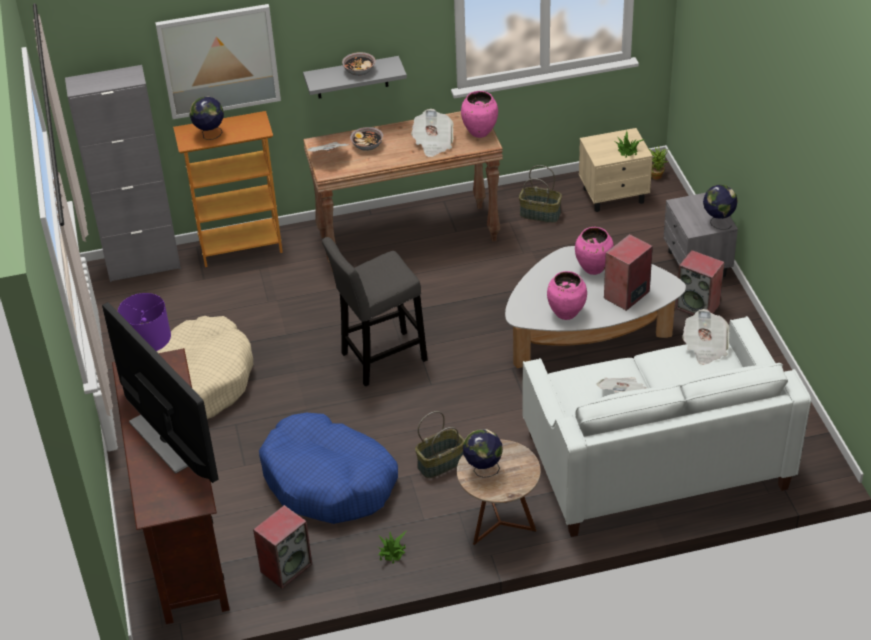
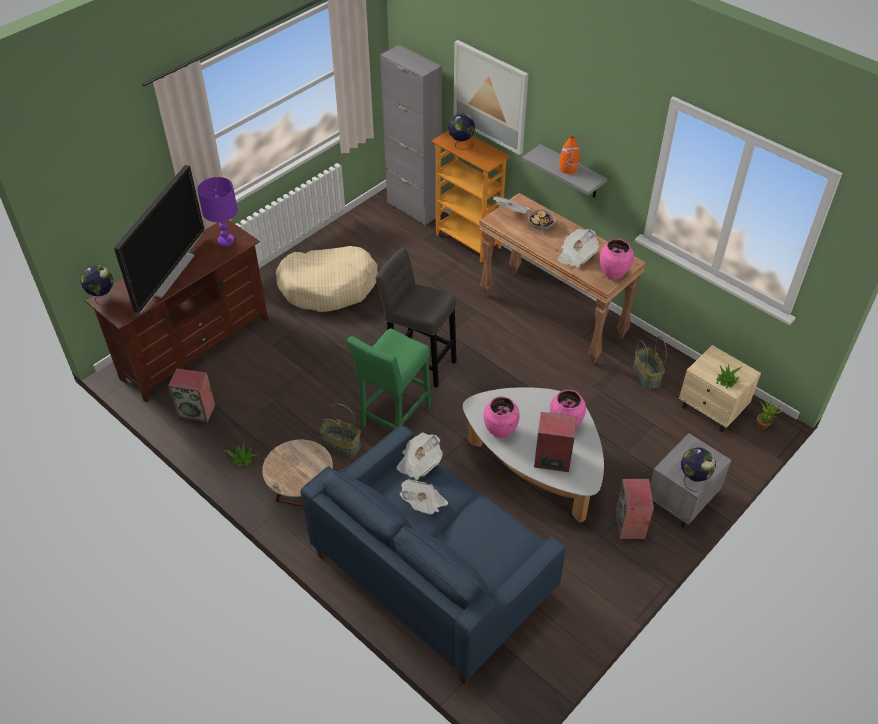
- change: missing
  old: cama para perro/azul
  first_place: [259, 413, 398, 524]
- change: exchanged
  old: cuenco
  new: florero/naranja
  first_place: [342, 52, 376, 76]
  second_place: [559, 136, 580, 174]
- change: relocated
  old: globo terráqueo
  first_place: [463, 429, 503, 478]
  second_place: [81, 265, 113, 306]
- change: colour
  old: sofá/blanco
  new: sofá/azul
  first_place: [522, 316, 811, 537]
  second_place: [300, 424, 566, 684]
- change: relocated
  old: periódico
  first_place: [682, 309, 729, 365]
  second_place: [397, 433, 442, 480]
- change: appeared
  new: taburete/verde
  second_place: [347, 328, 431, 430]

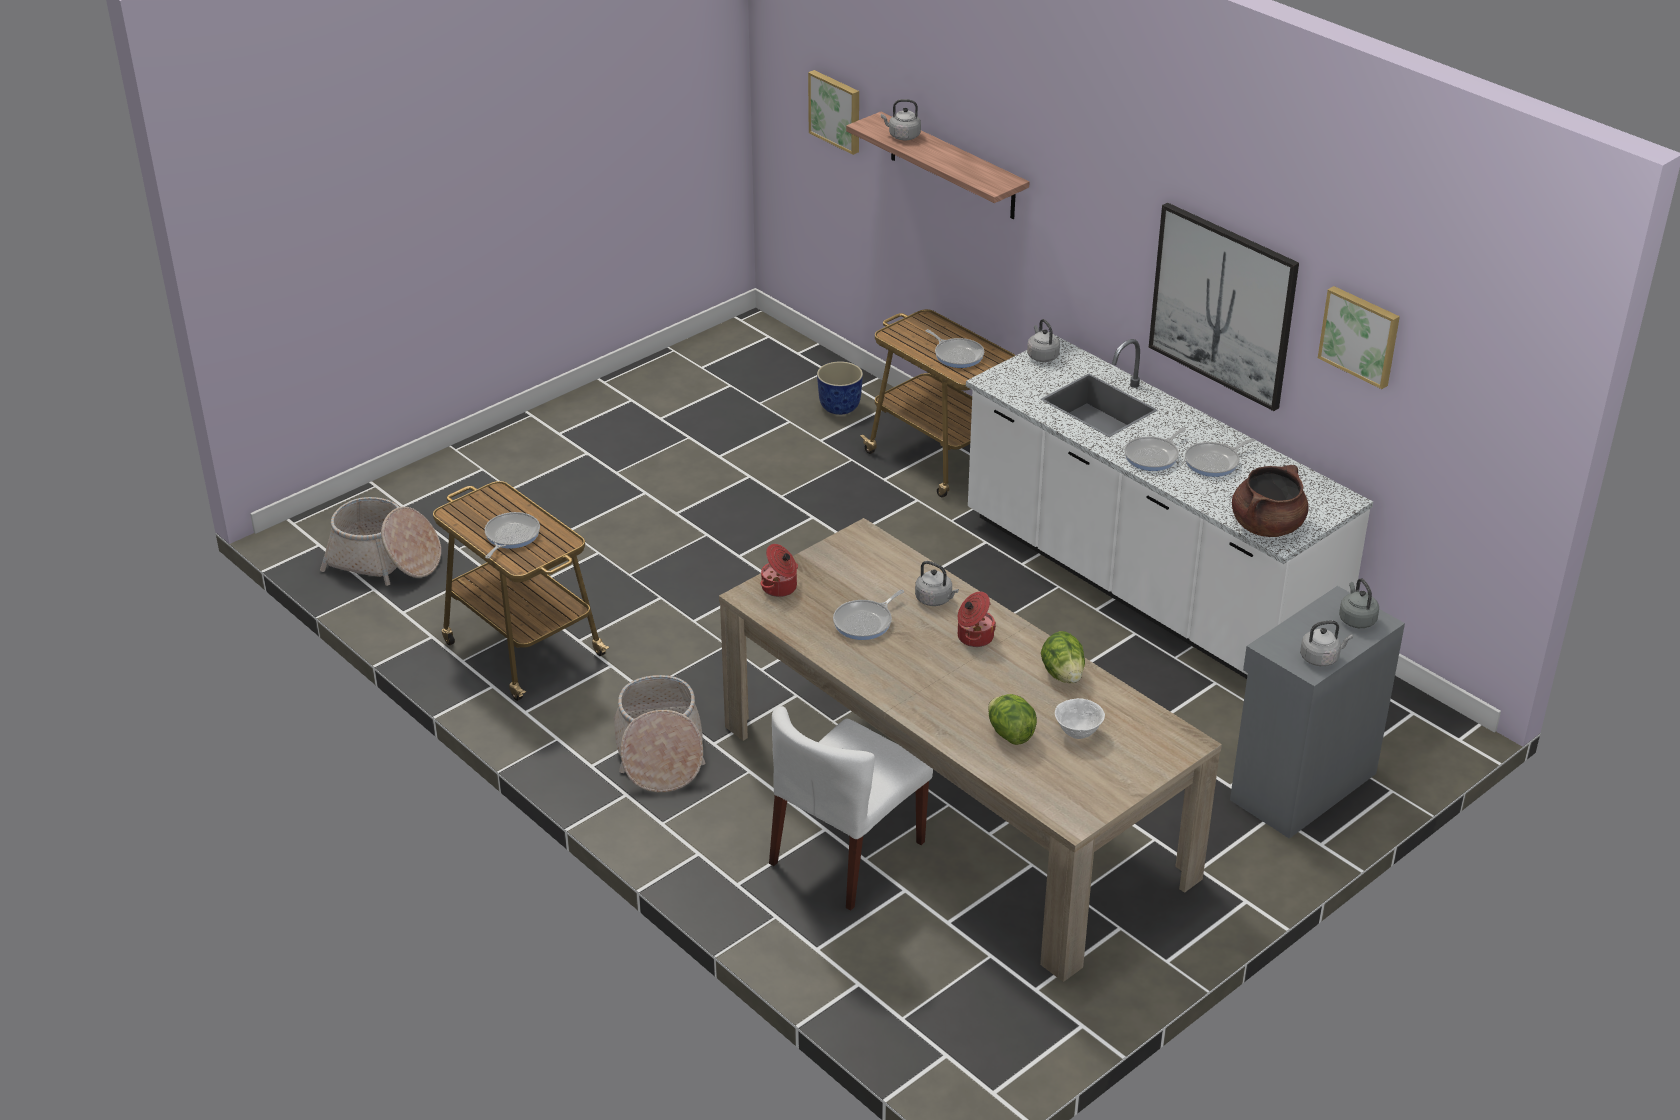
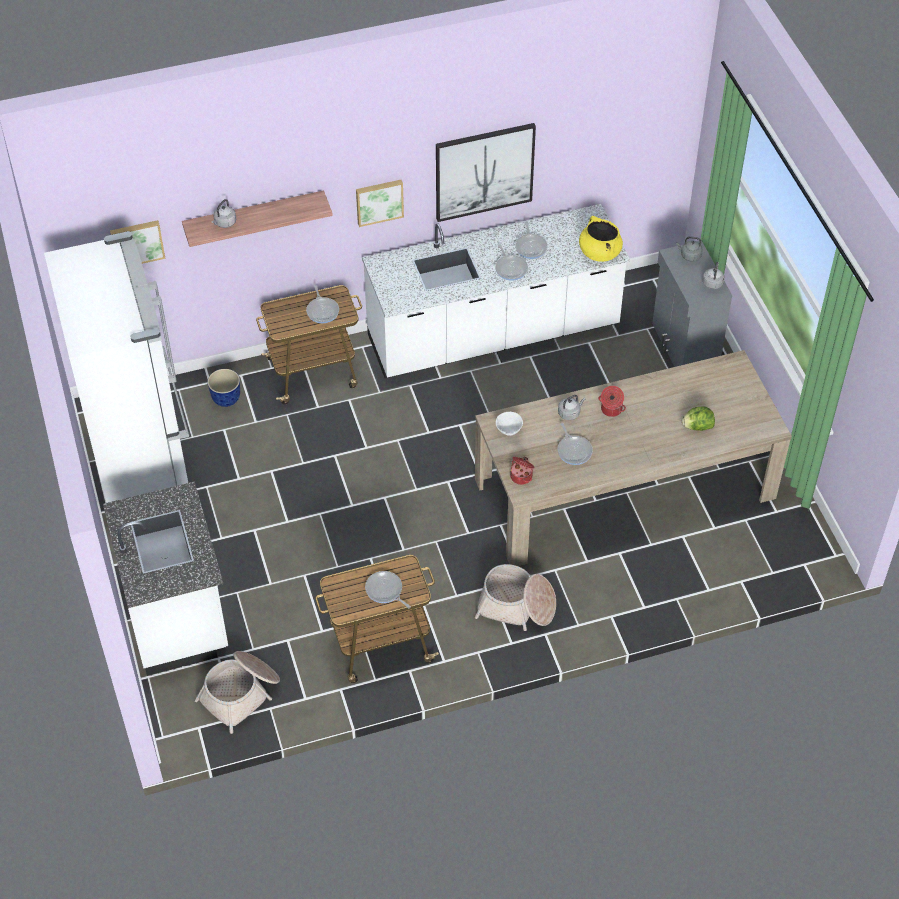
- change: missing
  old: silla/blanco
  first_place: [769, 706, 933, 911]
- change: spun
  old: sartén
  first_place: [925, 329, 984, 368]
  second_place: [306, 285, 339, 323]
  degrees: 90
- change: missing
  old: hervidor/gris
  first_place: [1027, 319, 1060, 362]
- change: missing
  old: lechuga
  first_place: [1041, 631, 1085, 683]
- change: relocated
  old: cuenco/blanco
  first_place: [1055, 698, 1105, 739]
  second_place: [496, 412, 523, 436]
- change: colour
  old: olla/marrón
  new: olla/amarillo
  first_place: [1232, 465, 1309, 537]
  second_place: [579, 216, 623, 262]
- change: relocated
  old: cuadro
  first_place: [1318, 286, 1400, 389]
  second_place: [356, 180, 404, 227]
- change: appeared
  new: nevera/blanco
  second_place: [44, 231, 189, 503]
- change: appeared
  new: mueble bajo de cocina/blanco
  second_place: [103, 481, 228, 676]

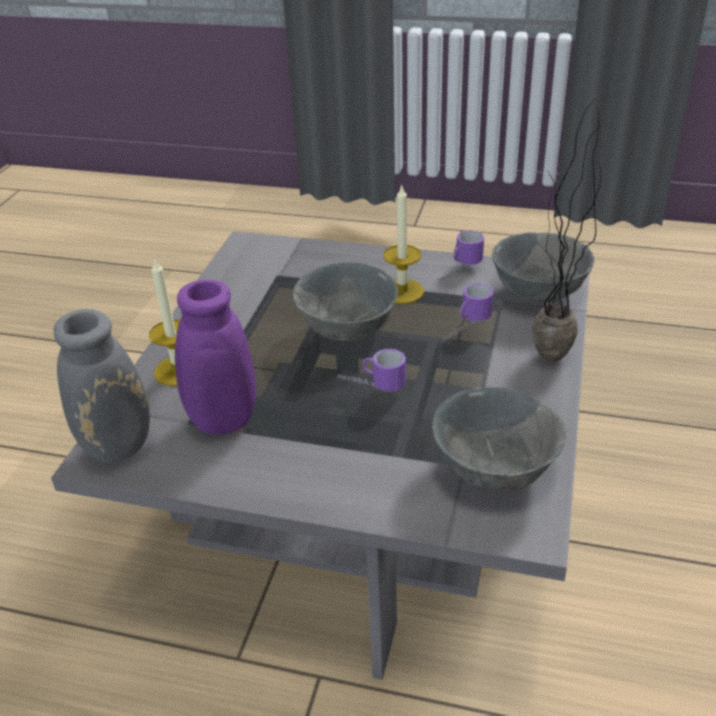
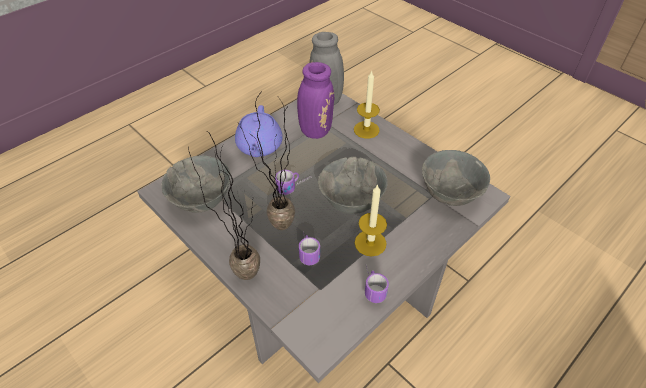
- change: relocated
  old: cuenco/gris
  first_place: [492, 233, 594, 302]
  second_place: [422, 150, 490, 206]
- change: appeared
  new: tetera/morado
  second_place: [235, 105, 283, 157]
- change: appeared
  new: planta en maceta
  second_place: [238, 91, 295, 230]

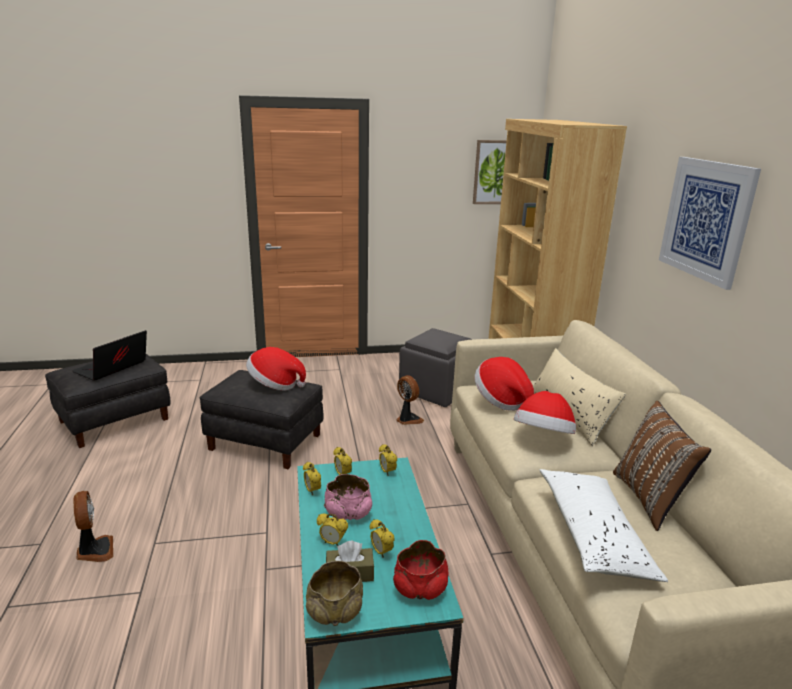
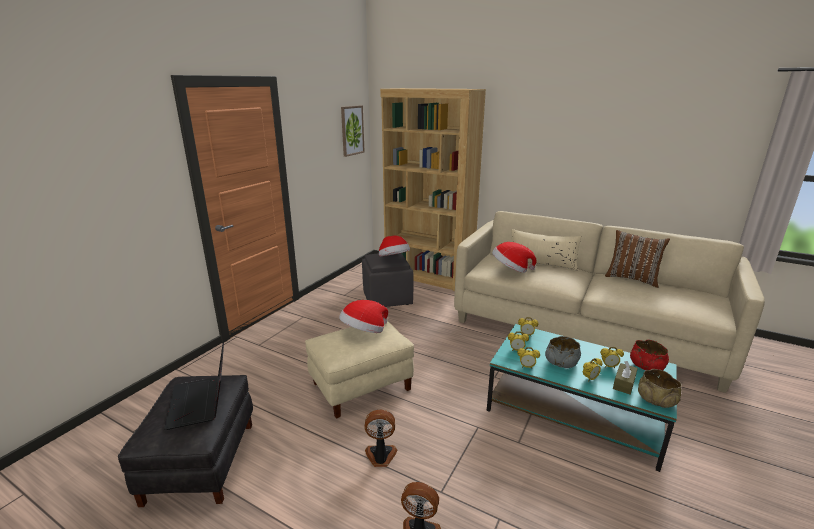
- change: colour
  old: puf/negro
  new: puf/beis
  first_place: [199, 370, 323, 469]
  second_place: [305, 320, 414, 418]
- change: colour
  old: cuenco/rosa
  new: cuenco/gris
  first_place: [324, 474, 372, 520]
  second_place: [545, 336, 581, 368]
- change: relocated
  old: ventilador
  first_place: [396, 375, 424, 425]
  second_place: [364, 410, 397, 467]
- change: relocated
  old: sombrero
  first_place: [514, 391, 576, 434]
  second_place: [379, 235, 410, 257]
- change: missing
  old: cojín/blanco
  first_place: [540, 469, 668, 582]
- change: missing
  old: cuadro
  first_place: [659, 157, 761, 290]

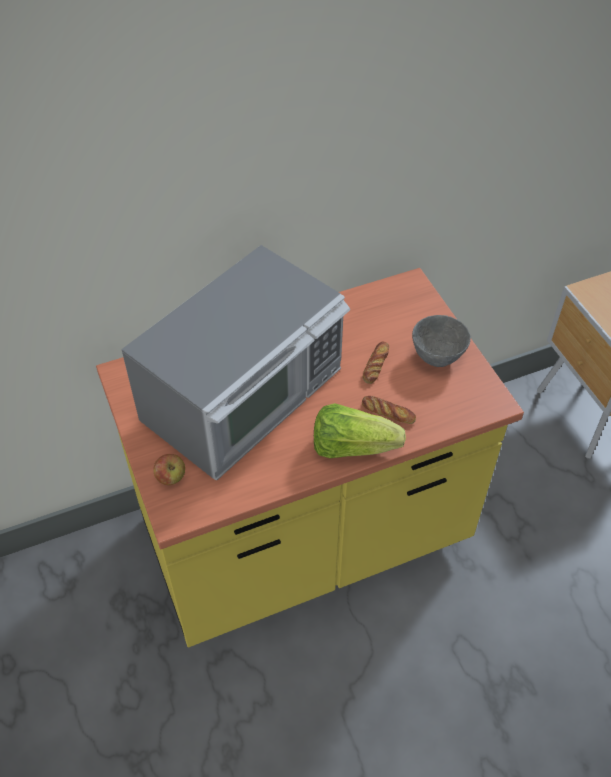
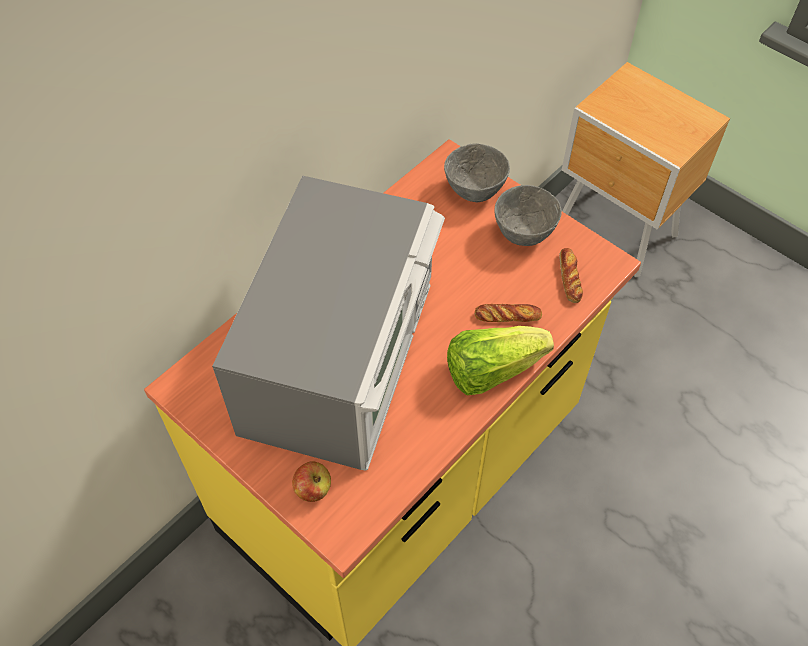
- change: relocated
  old: pan
  first_place: [362, 342, 389, 384]
  second_place: [559, 248, 583, 303]
- change: appeared
  new: cuenco/gris
  second_place: [444, 143, 510, 202]

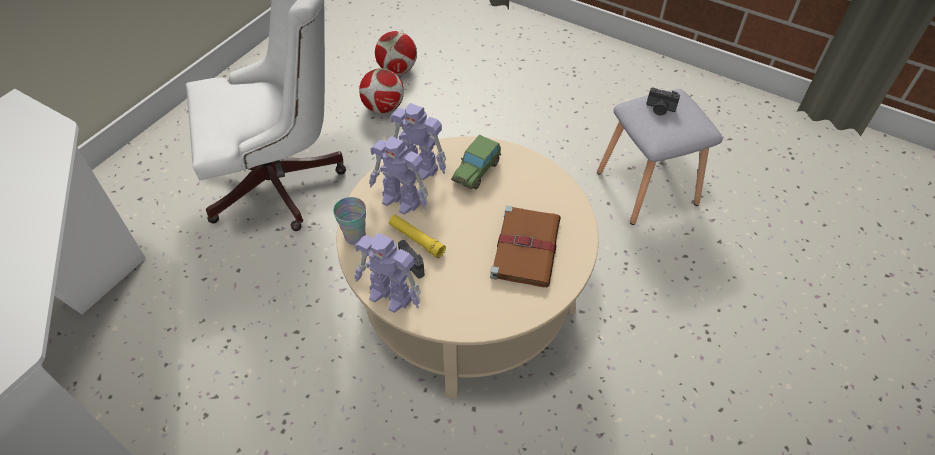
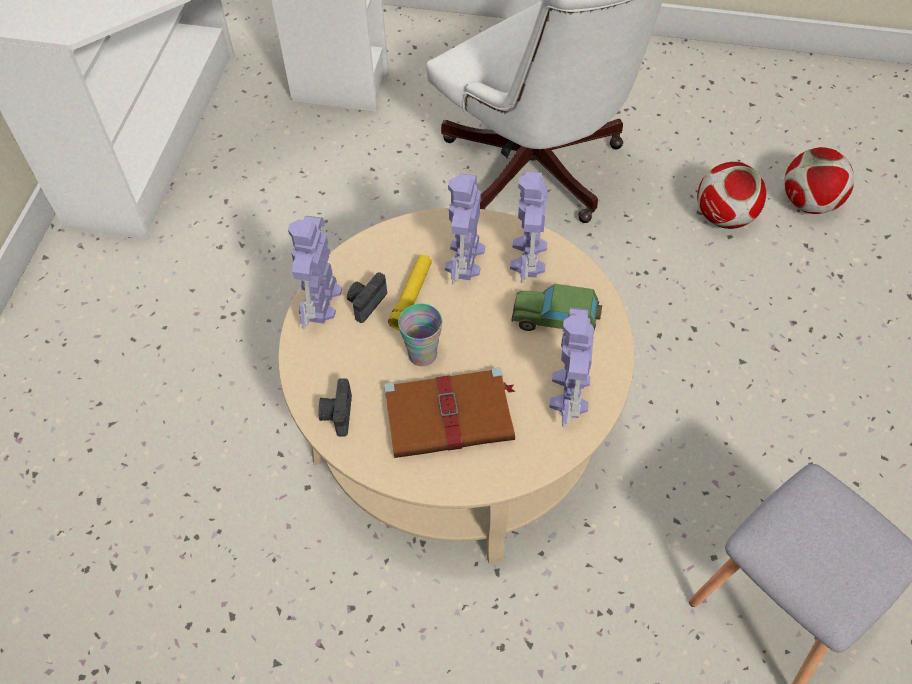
- change: relocated
  old: taza
  first_place: [333, 197, 366, 245]
  second_place: [398, 304, 442, 366]
- change: relocated
  old: cámara
  first_place: [646, 87, 680, 116]
  second_place: [318, 378, 352, 436]
- change: appeared
  new: robot de juguete
  second_place: [549, 307, 594, 427]

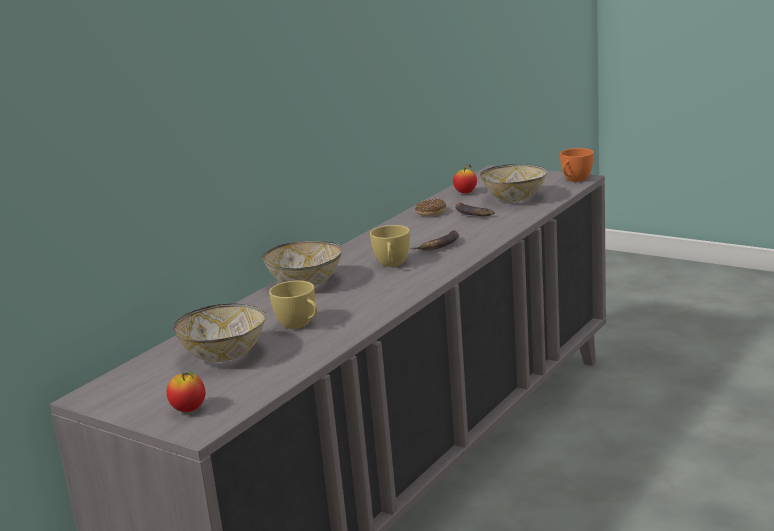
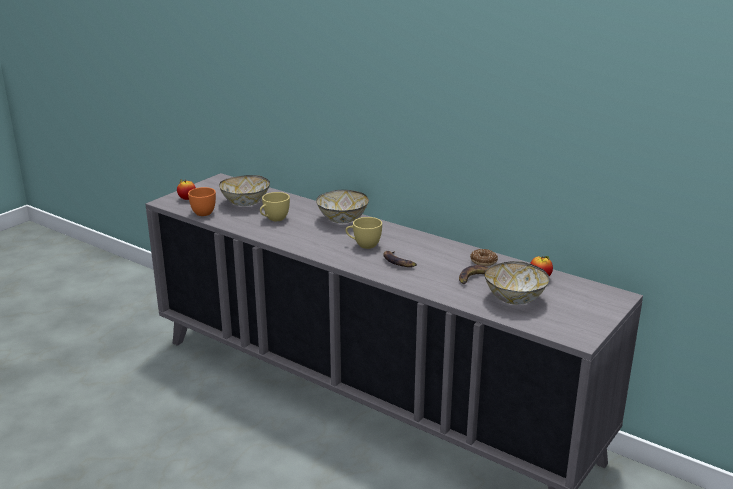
- change: relocated
  old: taza/naranja
  first_place: [560, 148, 593, 182]
  second_place: [188, 187, 216, 216]

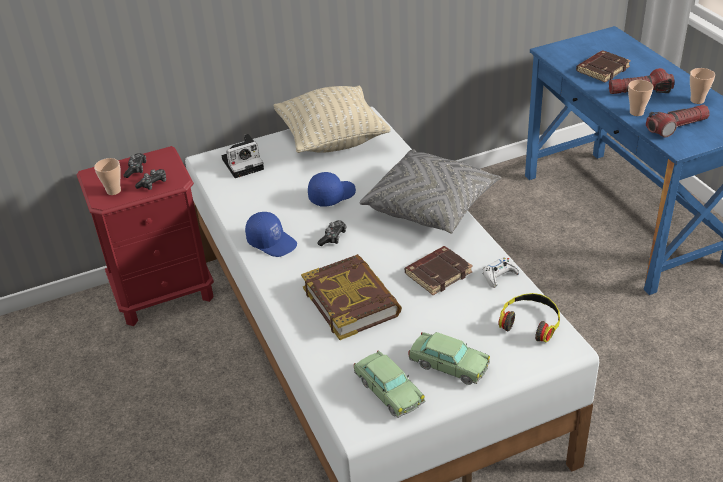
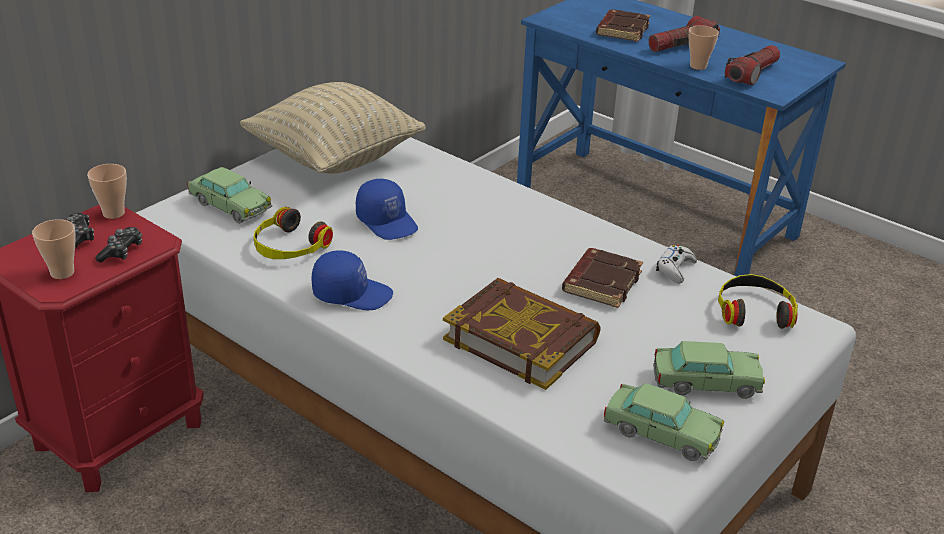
- change: exchanged
  old: cámara
  new: coche de juguete
  first_place: [221, 134, 264, 178]
  second_place: [188, 167, 272, 224]
- change: spun
  old: gorra/azul
  first_place: [308, 172, 356, 207]
  second_place: [356, 179, 418, 240]
  degrees: 120
- change: missing
  old: mando de consola
  first_place: [317, 220, 346, 246]
- change: missing
  old: cojín/gris
  first_place: [360, 149, 502, 234]
- change: relocated
  old: taza
  first_place: [690, 68, 715, 104]
  second_place: [87, 164, 127, 219]
- change: appeared
  new: auriculares
  second_place: [254, 207, 333, 259]

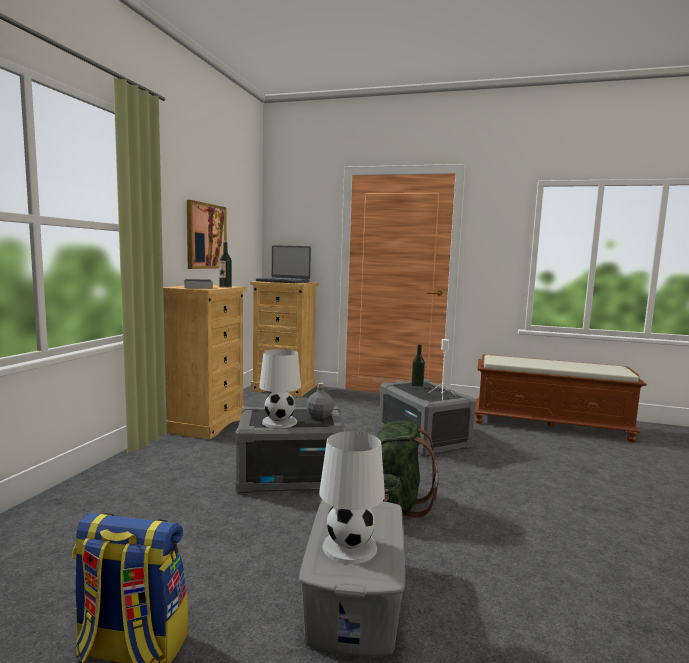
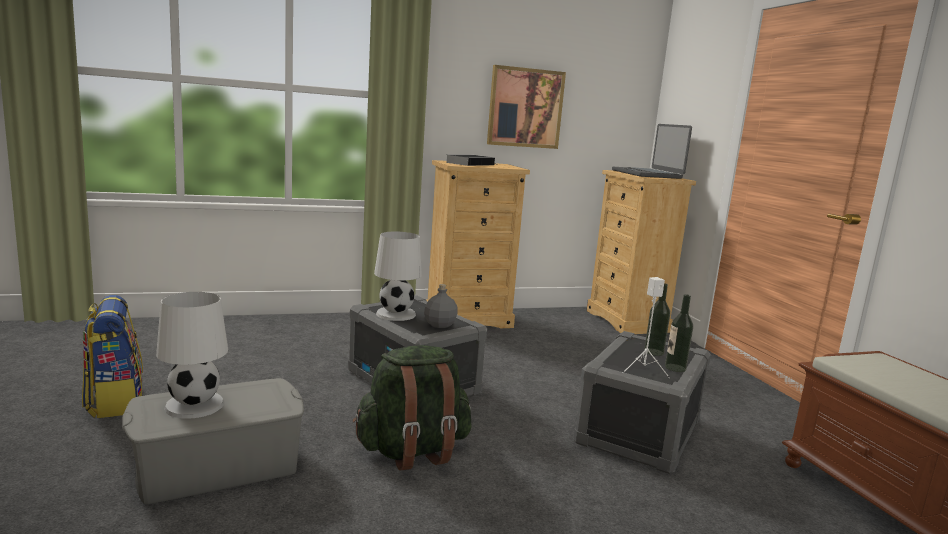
- change: relocated
  old: botella
  first_place: [219, 242, 232, 288]
  second_place: [665, 294, 693, 372]

